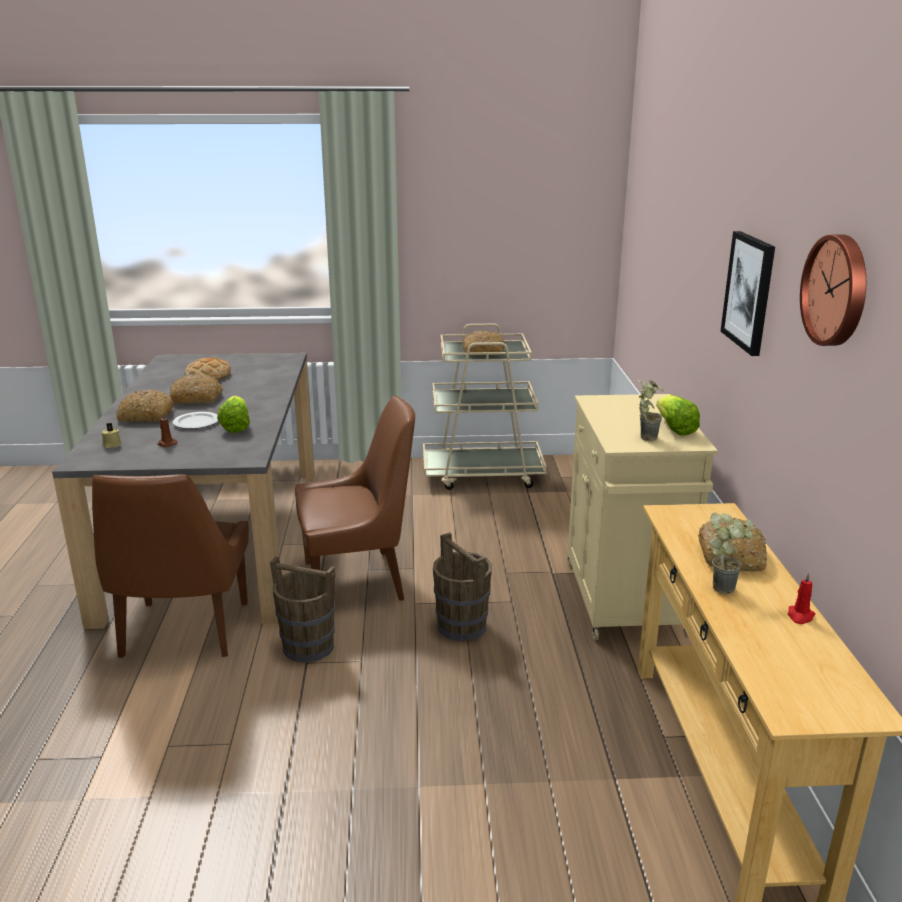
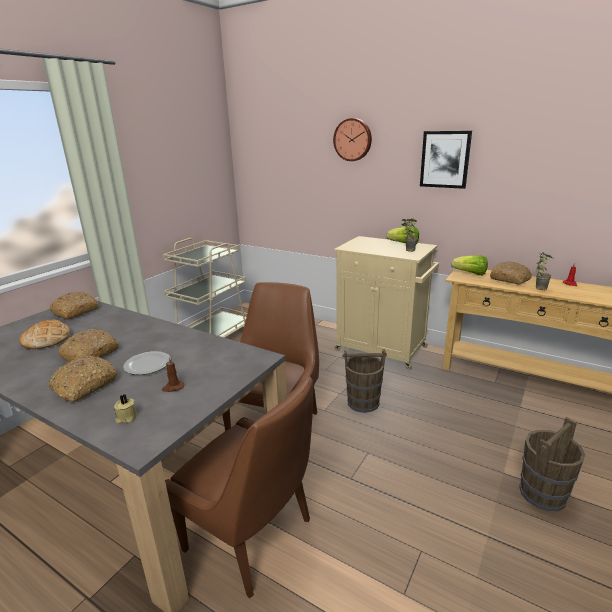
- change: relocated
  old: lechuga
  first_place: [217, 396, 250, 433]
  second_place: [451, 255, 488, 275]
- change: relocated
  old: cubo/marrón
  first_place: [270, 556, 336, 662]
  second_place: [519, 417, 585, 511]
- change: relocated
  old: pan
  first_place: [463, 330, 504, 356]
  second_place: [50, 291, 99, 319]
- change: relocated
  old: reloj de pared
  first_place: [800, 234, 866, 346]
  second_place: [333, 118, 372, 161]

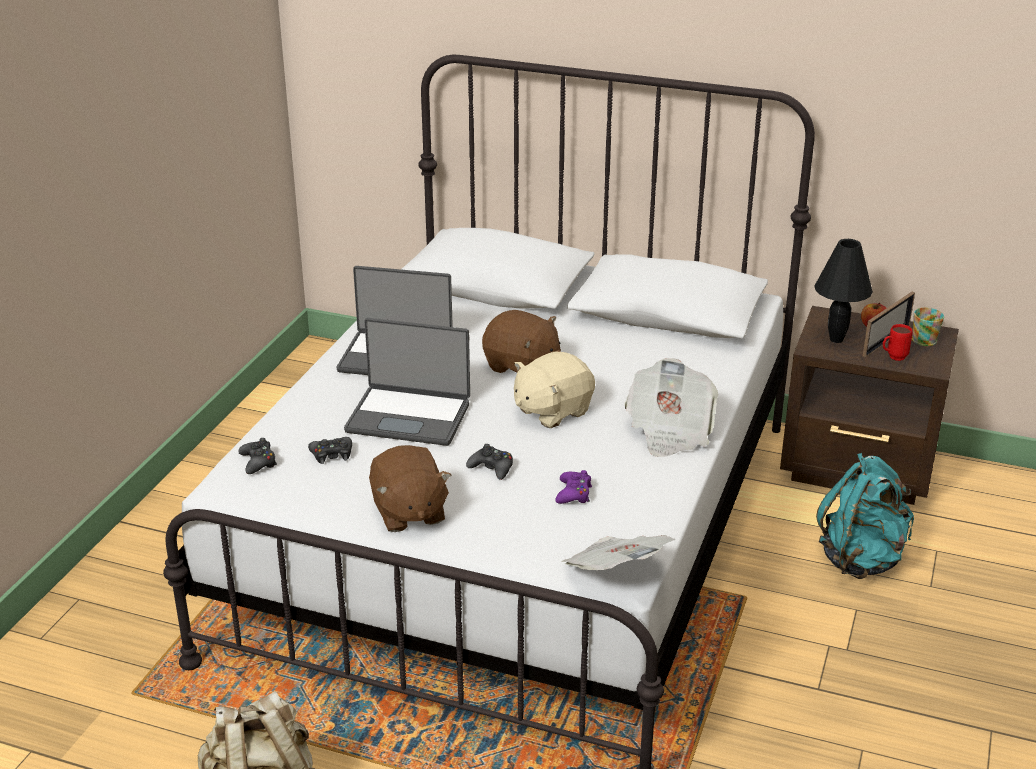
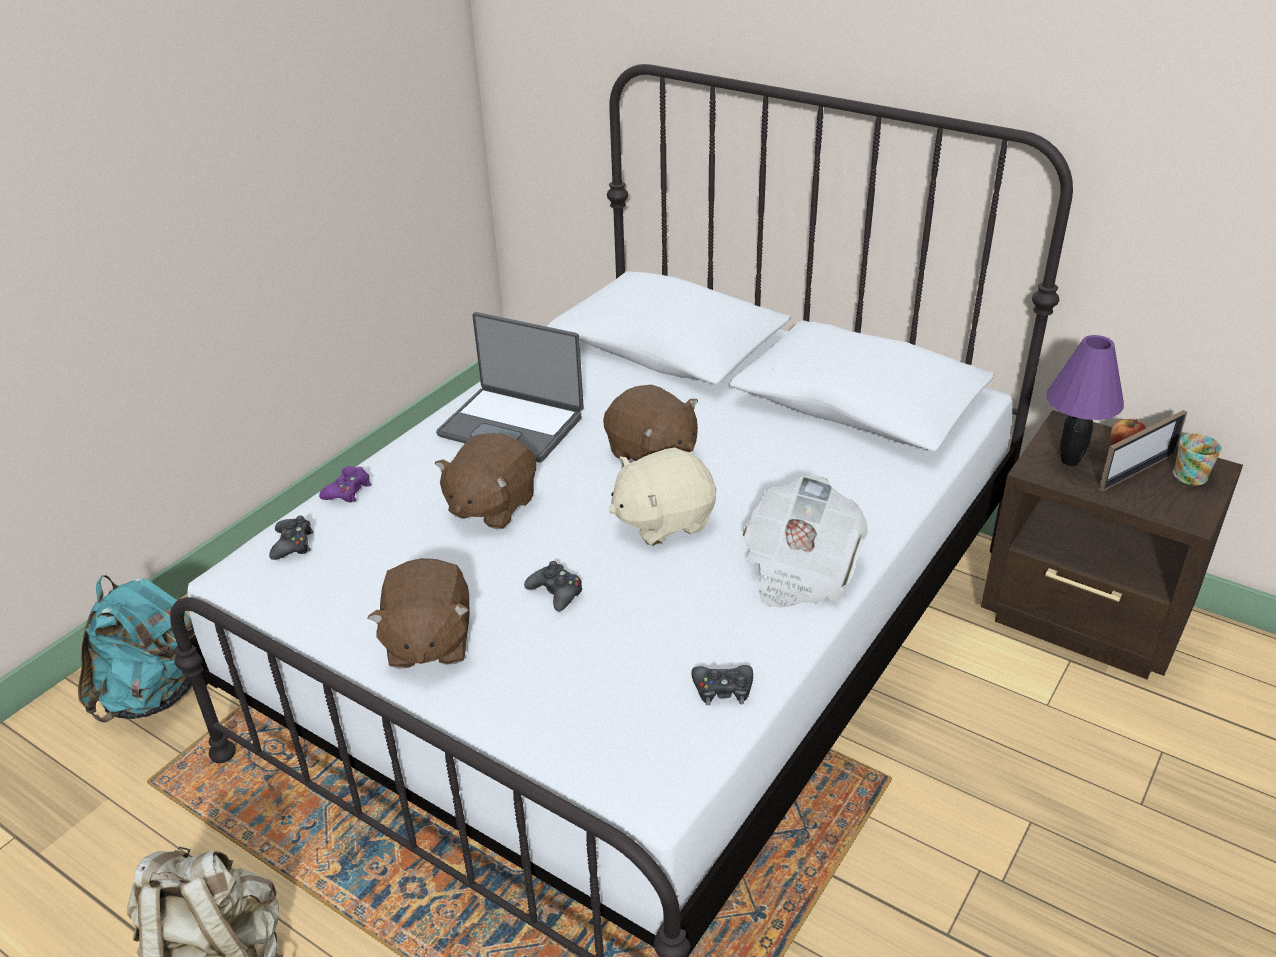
- change: relocated
  old: mando de consola/negro
  first_place: [308, 437, 352, 464]
  second_place: [691, 665, 753, 705]
- change: exchanged
  old: portátil
  new: peluche/marrón
  first_place: [344, 318, 470, 446]
  second_place: [435, 433, 536, 529]
- change: relocated
  old: mando de consola/morado
  first_place: [555, 470, 592, 504]
  second_place: [319, 466, 371, 502]
- change: missing
  old: periódico
  first_place: [561, 535, 675, 570]
- change: colour
  old: lámpara de mesa/negro
  new: lámpara de mesa/morado
  first_place: [815, 239, 873, 343]
  second_place: [1046, 335, 1124, 466]
- change: relocated
  old: mochila/turquesa
  first_place: [816, 453, 914, 579]
  second_place: [78, 575, 195, 723]
- change: missing
  old: taza grande/rojo
  first_place: [883, 324, 913, 361]

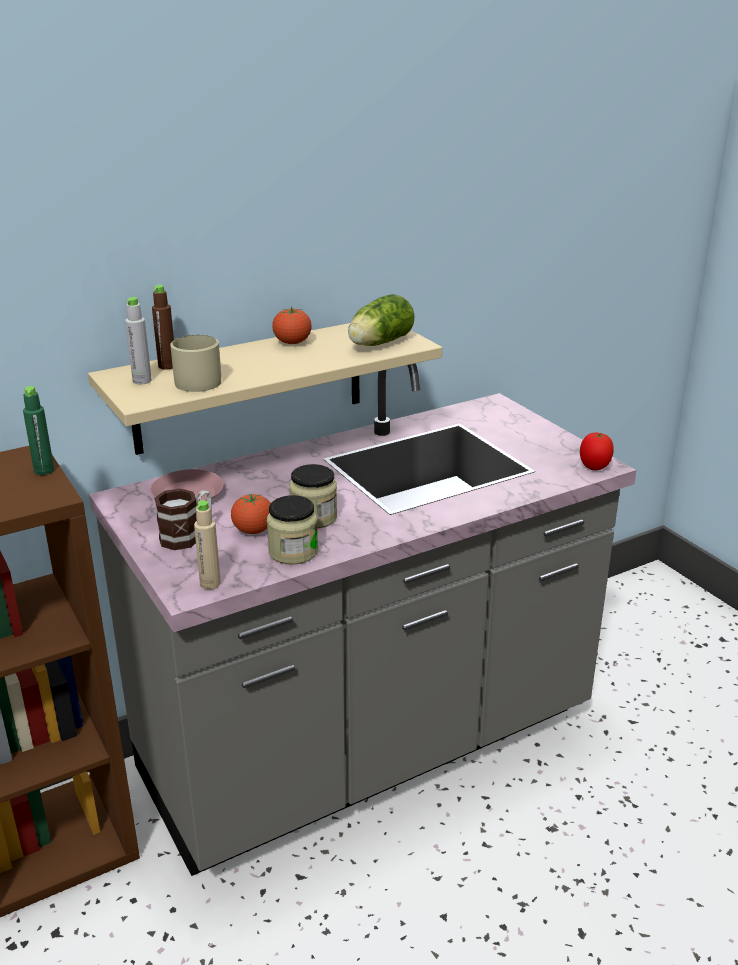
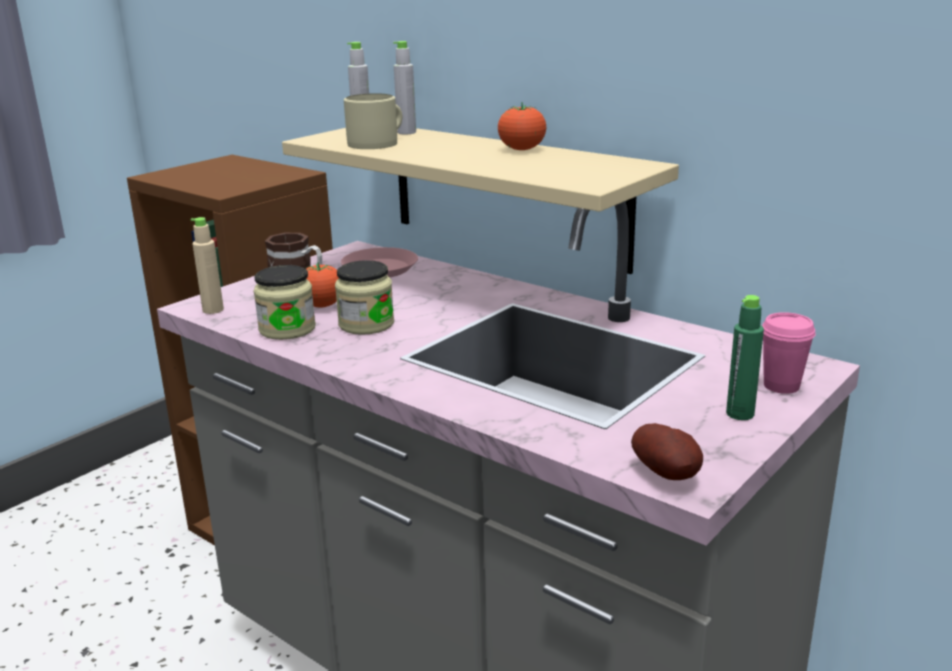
- change: relocated
  old: botella/verde
  first_place: [23, 386, 54, 475]
  second_place: [726, 295, 764, 420]
- change: colour
  old: botella/marrón
  new: botella/gris
  first_place: [152, 285, 174, 369]
  second_place: [393, 41, 416, 134]
- change: missing
  old: lechuga
  first_place: [348, 294, 415, 346]
- change: exchanged
  old: tomate
  new: patata
  first_place: [580, 433, 614, 470]
  second_place: [631, 423, 703, 480]
- change: appeared
  new: taza/rosa
  second_place: [762, 312, 816, 394]

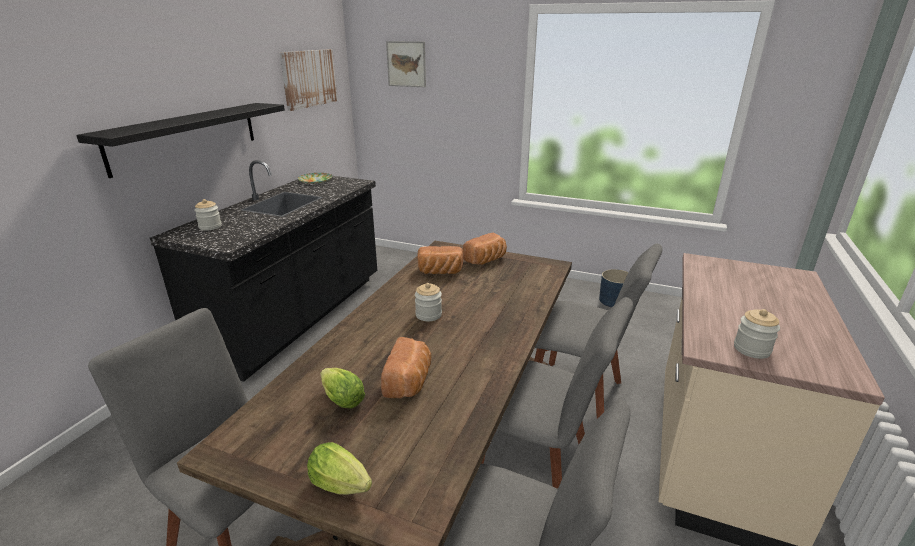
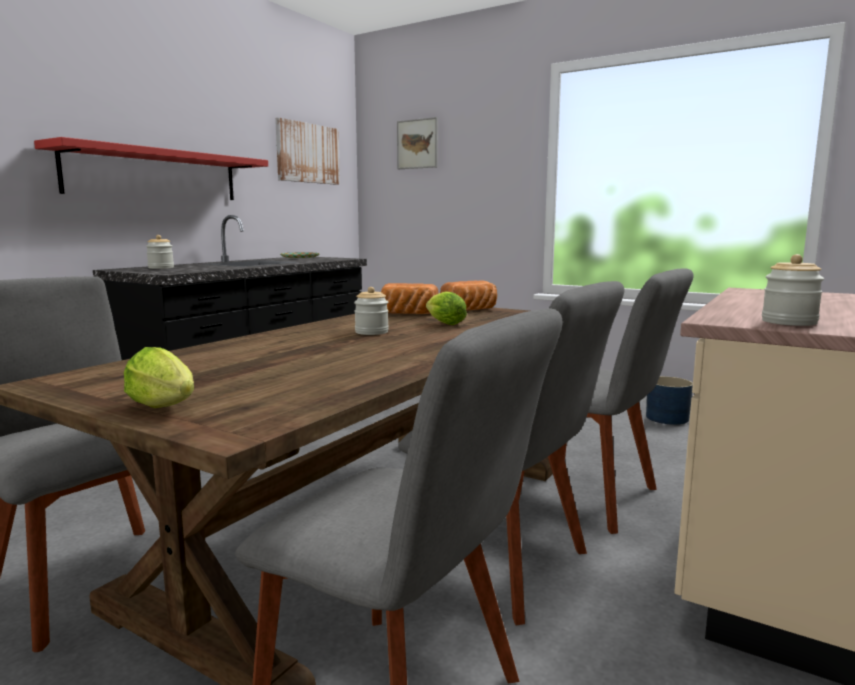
- change: colour
  old: estante/negro
  new: estante/rojo
  first_place: [76, 103, 285, 178]
  second_place: [34, 137, 268, 200]
- change: relocated
  old: lechuga
  first_place: [320, 368, 365, 409]
  second_place: [426, 291, 467, 325]
- change: missing
  old: pan
  first_place: [381, 337, 431, 398]

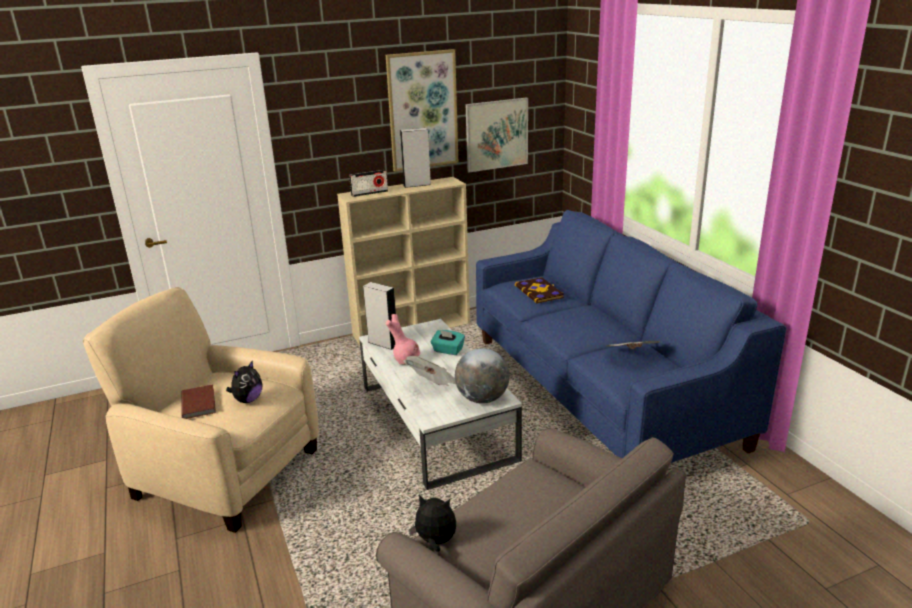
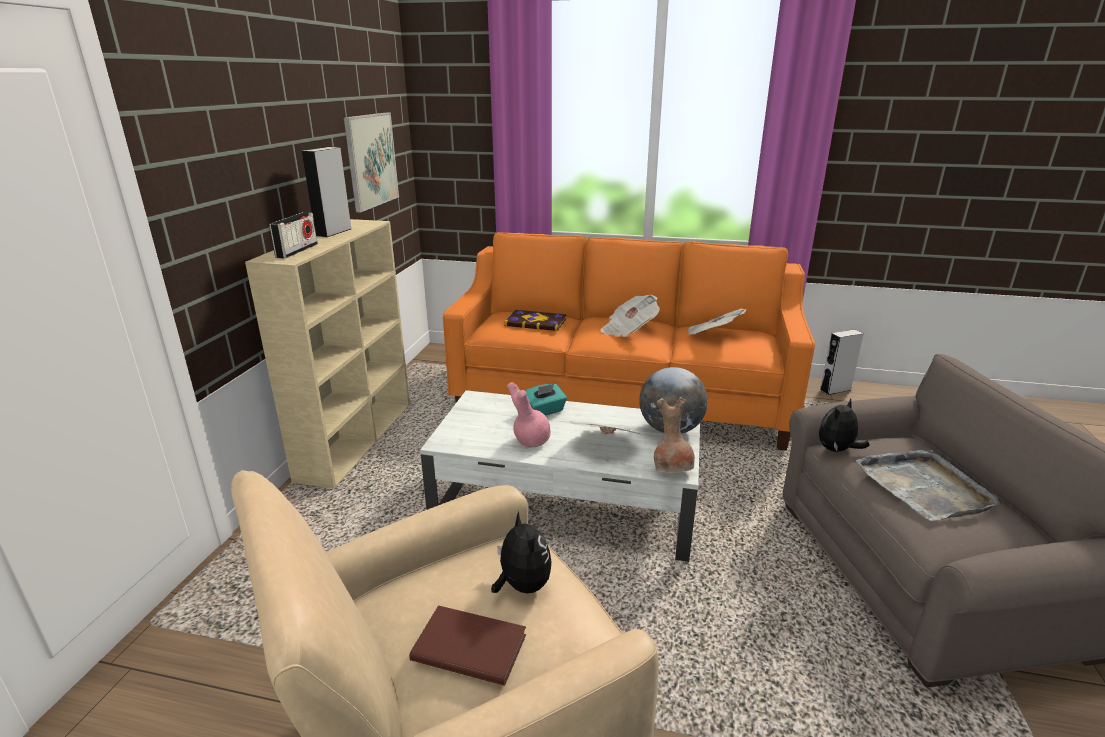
- change: relocated
  old: altavoz/gris
  first_place: [363, 282, 396, 350]
  second_place: [820, 329, 864, 395]
- change: missing
  old: cuadro
  first_place: [386, 49, 458, 172]
- change: relocated
  old: peluche
  first_place: [409, 495, 456, 552]
  second_place: [819, 398, 870, 452]
- change: colour
  old: sofá/azul
  new: sofá/naranja
  first_place: [476, 210, 786, 463]
  second_place: [443, 232, 815, 451]
- change: appeared
  new: periódico
  second_place: [601, 295, 660, 337]
- change: appeared
  new: florero/marrón
  second_place: [654, 397, 695, 473]
- change: appeared
  new: bandeja/gris
  second_place: [856, 450, 1000, 521]

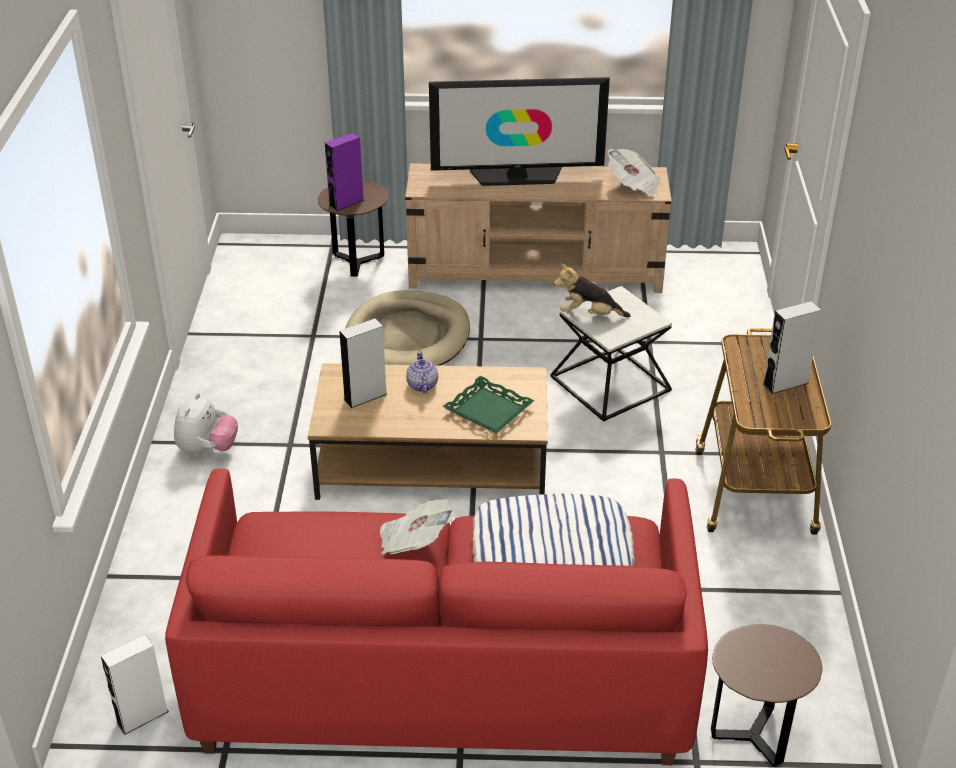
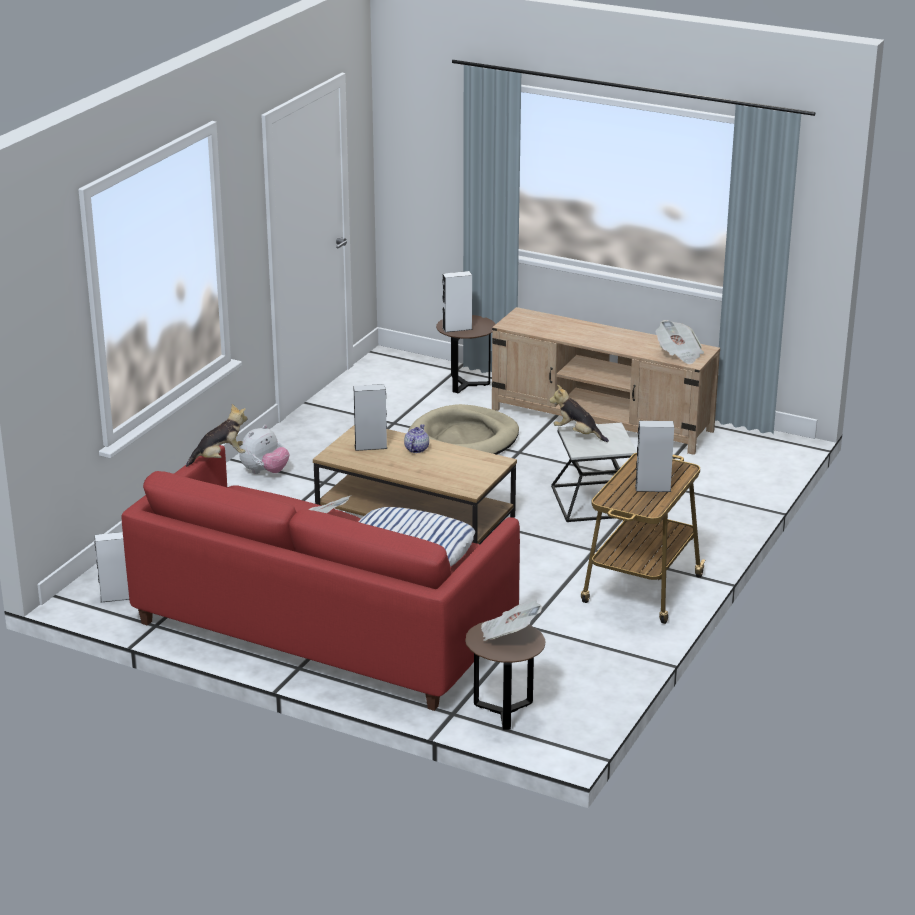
- change: colour
  old: altavoz/morado
  new: altavoz/blanco
  first_place: [325, 133, 364, 211]
  second_place: [442, 271, 473, 332]
- change: missing
  old: televisor
  first_place: [429, 77, 610, 186]
- change: missing
  old: bandeja/verde
  first_place: [442, 376, 535, 433]
- change: appeared
  new: peluche
  second_place: [186, 404, 248, 467]
- change: appeared
  new: periódico
  second_place: [481, 600, 542, 641]

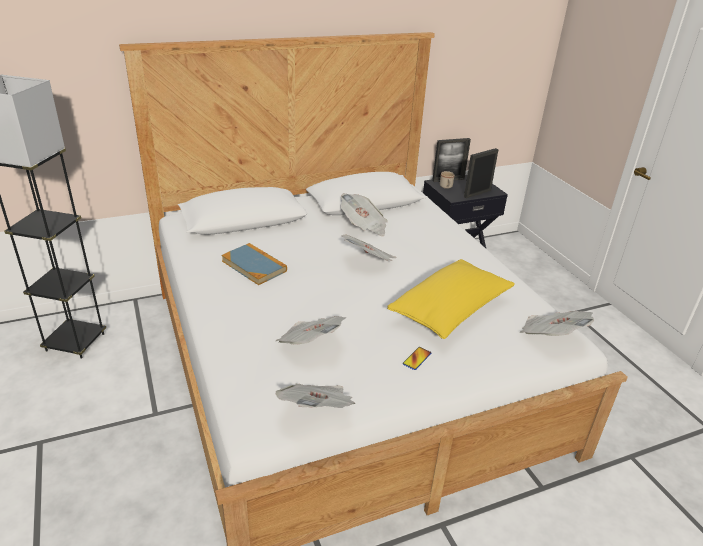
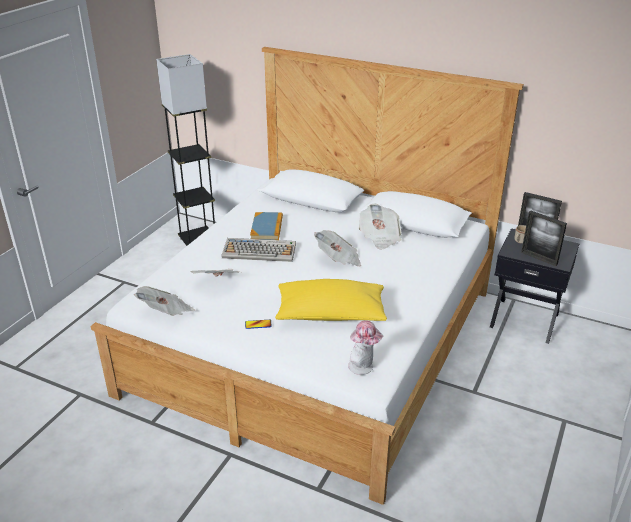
- change: spun
  old: portarretratos
  first_place: [464, 148, 499, 198]
  second_place: [521, 211, 567, 266]
  degrees: -150
- change: exchanged
  old: periódico
  new: sombrero
  first_place: [520, 311, 594, 336]
  second_place: [348, 320, 384, 375]
- change: appeared
  new: teclado
  second_place: [222, 238, 296, 262]

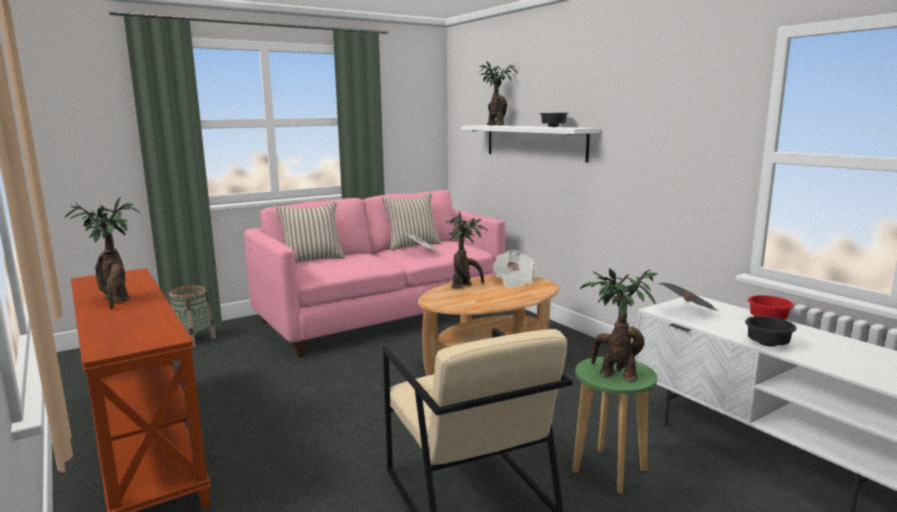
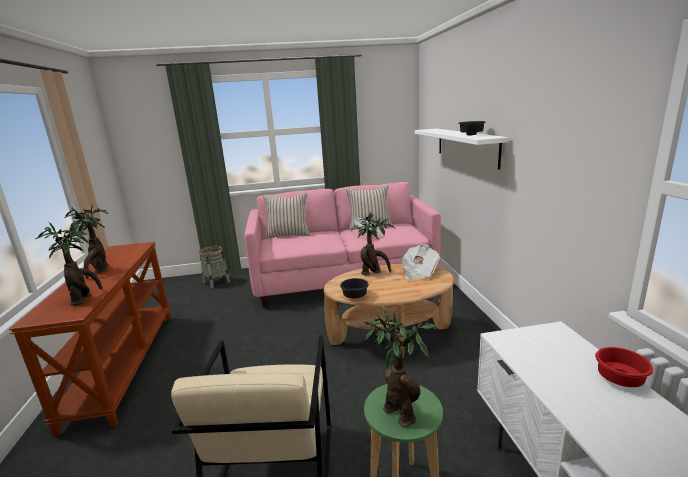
- change: relocated
  old: planta en maceta
  first_place: [480, 61, 517, 125]
  second_place: [36, 222, 102, 306]
- change: missing
  old: periódico
  first_place: [658, 283, 719, 311]
- change: relocated
  old: cuenco/negro
  first_place: [745, 316, 797, 347]
  second_place: [340, 278, 369, 298]

